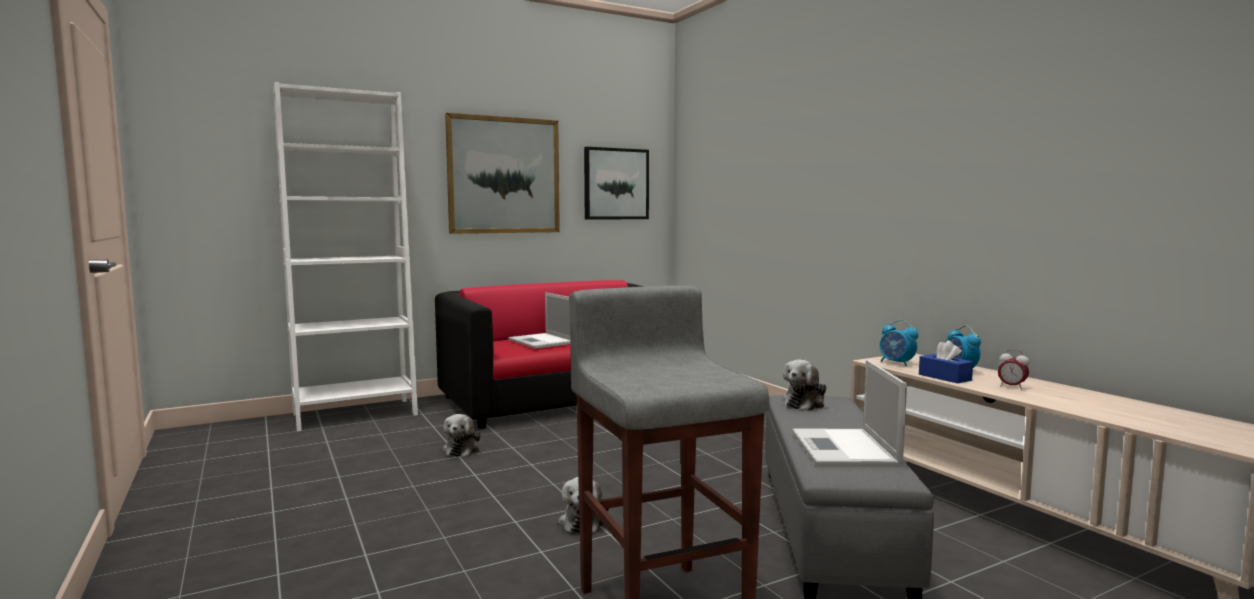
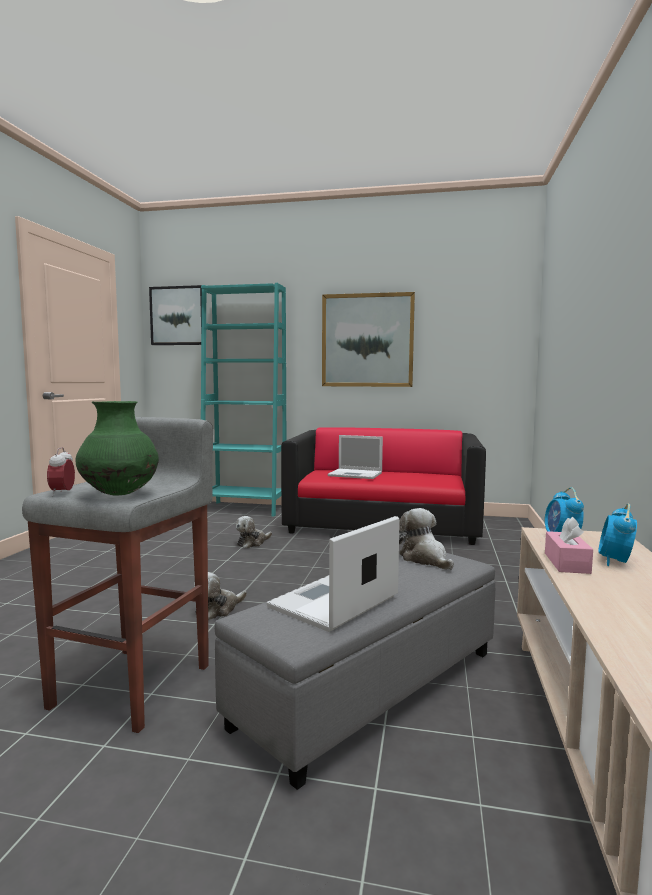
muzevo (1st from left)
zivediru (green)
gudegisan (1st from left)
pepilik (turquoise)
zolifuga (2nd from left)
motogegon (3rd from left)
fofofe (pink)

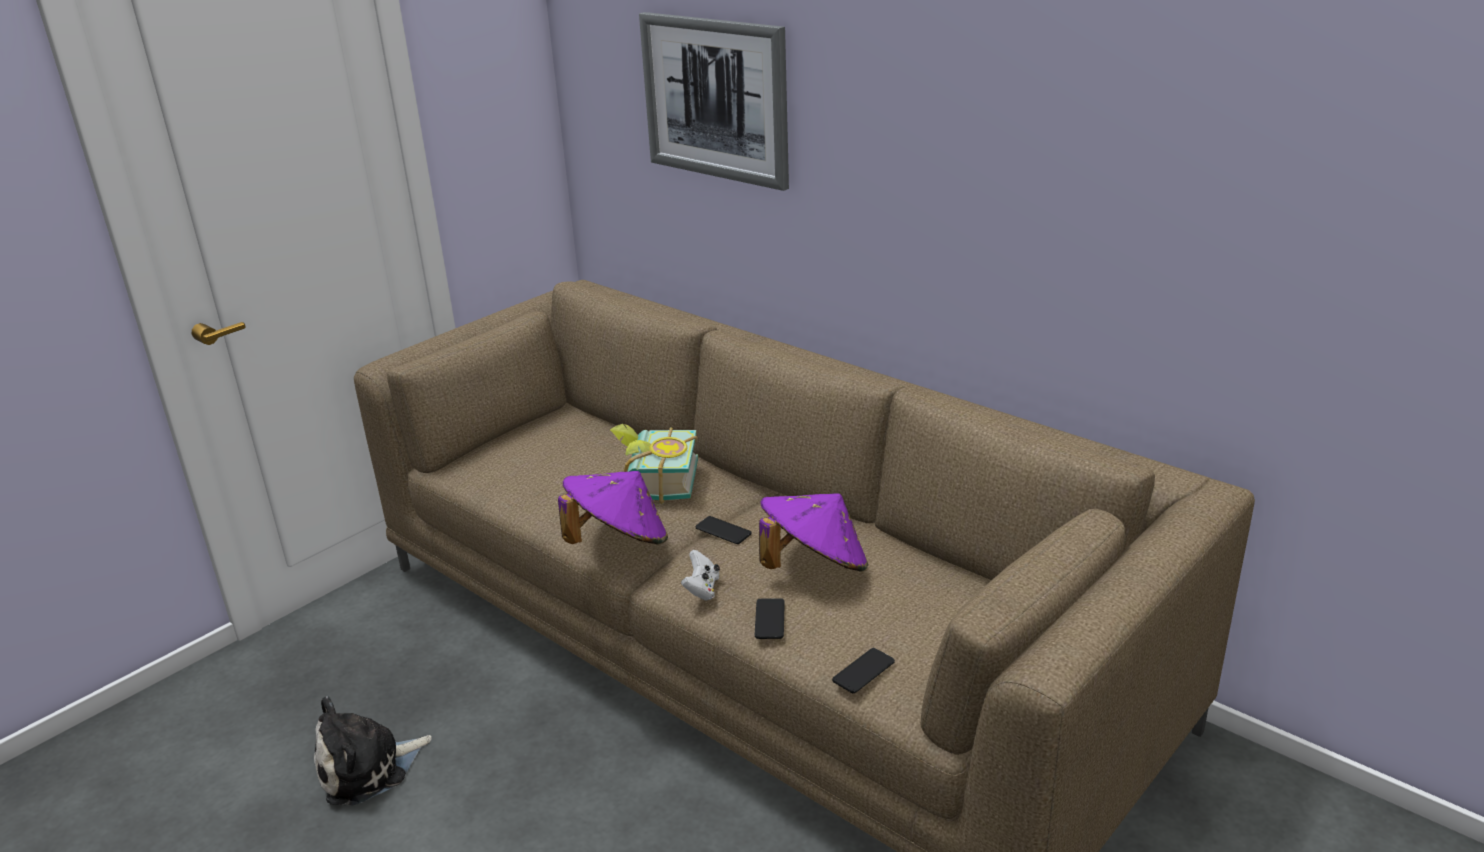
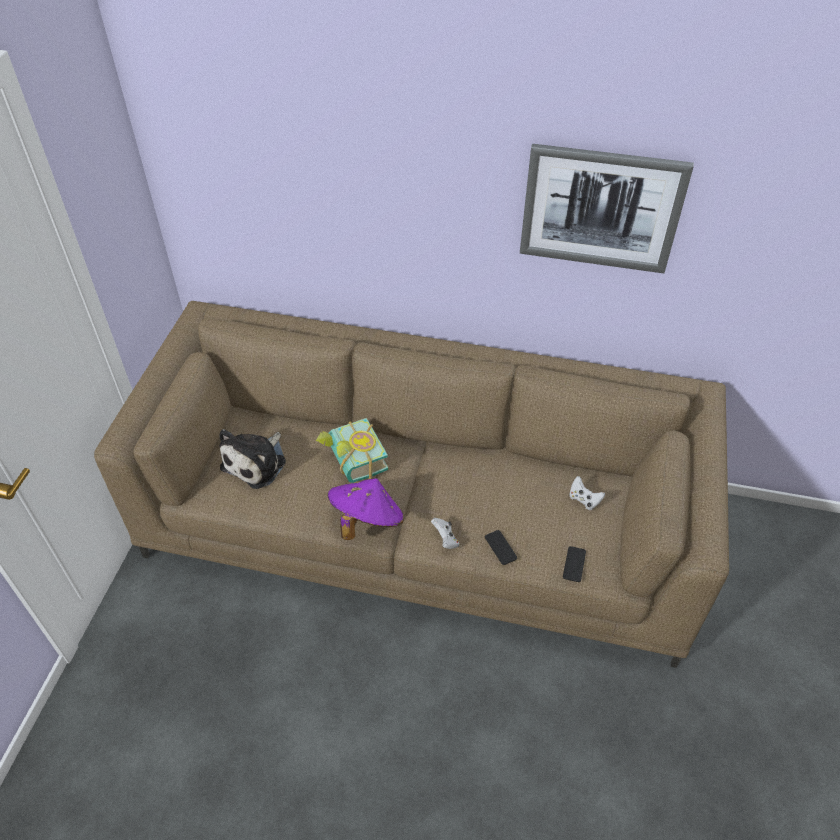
motogegon
gudegisan
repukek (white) (2nd from left)
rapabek (1st from left in the first image)
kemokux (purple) (2nd from left in the first image)

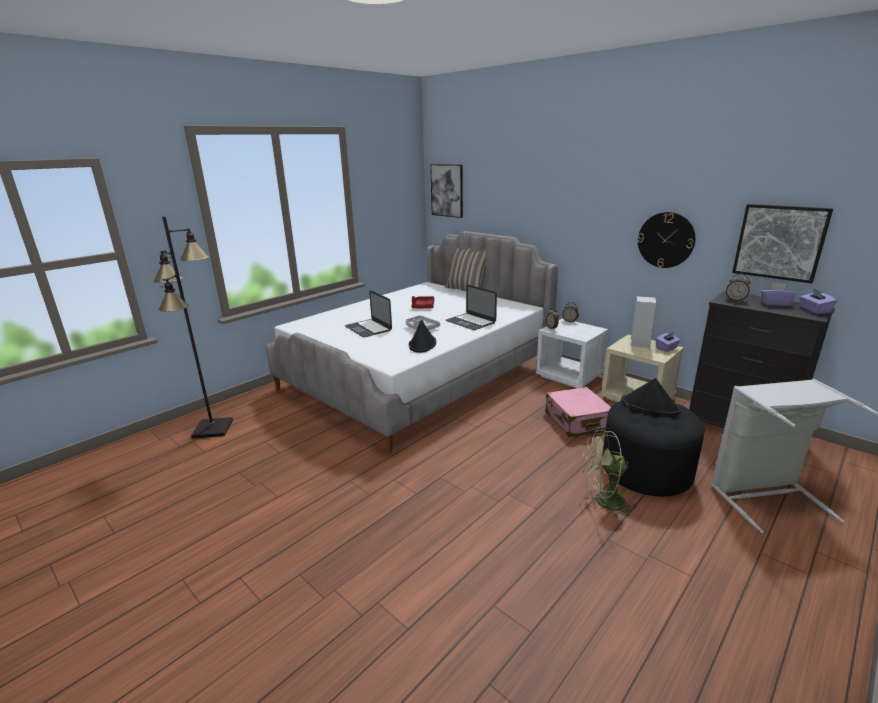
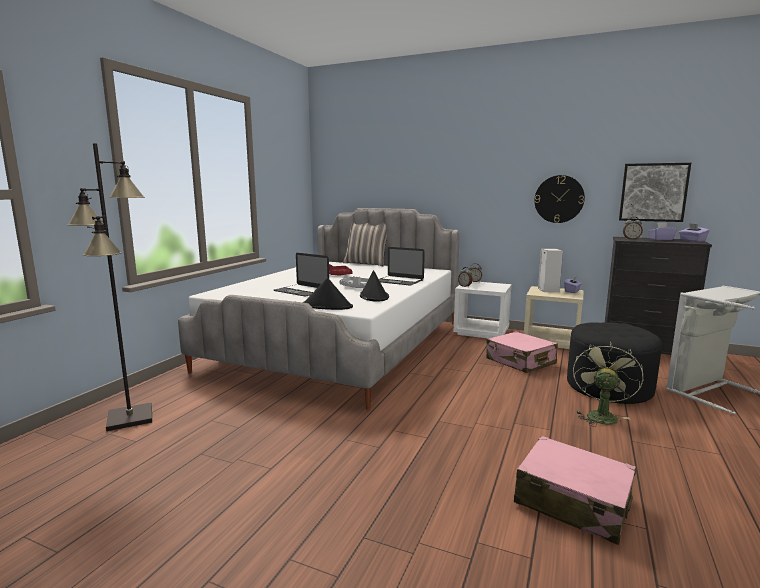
kemokux (black) (1st from left)
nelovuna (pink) (2nd from left)
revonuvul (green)
gudegisan (1st from left in the first image)

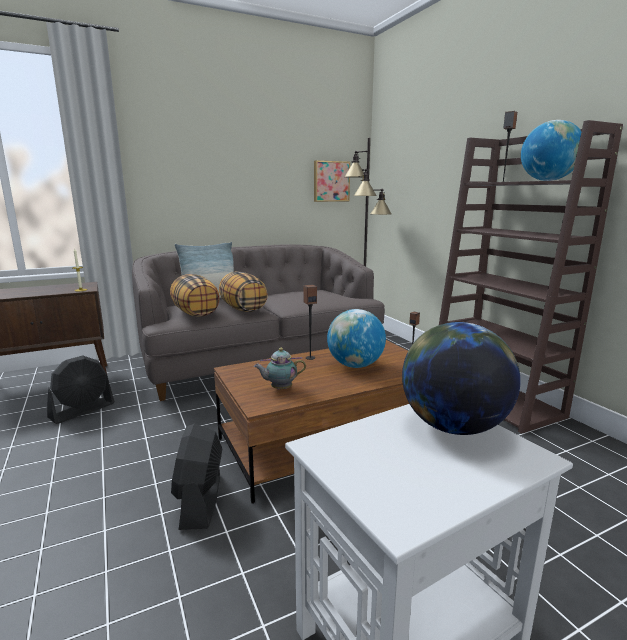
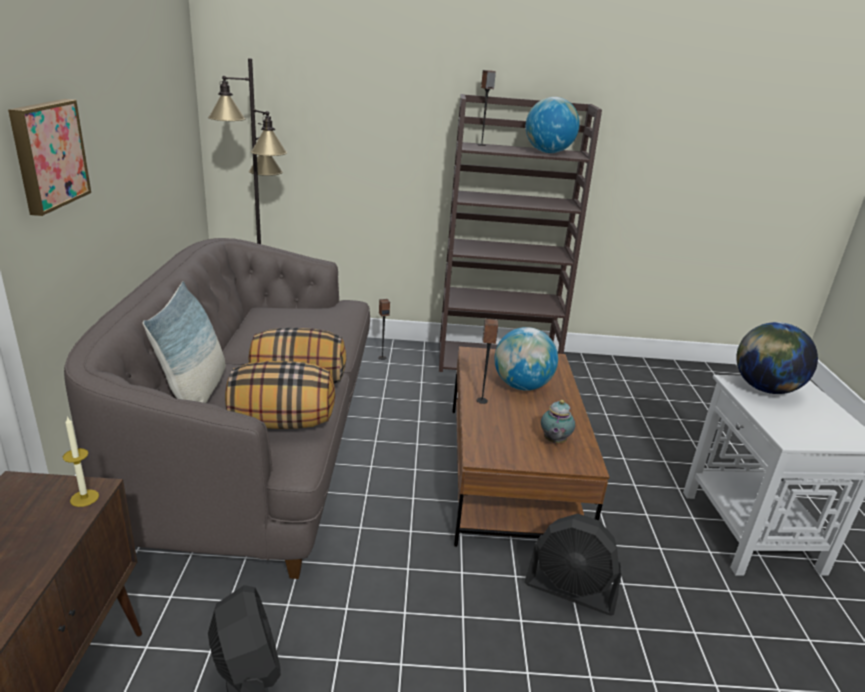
gudegisan

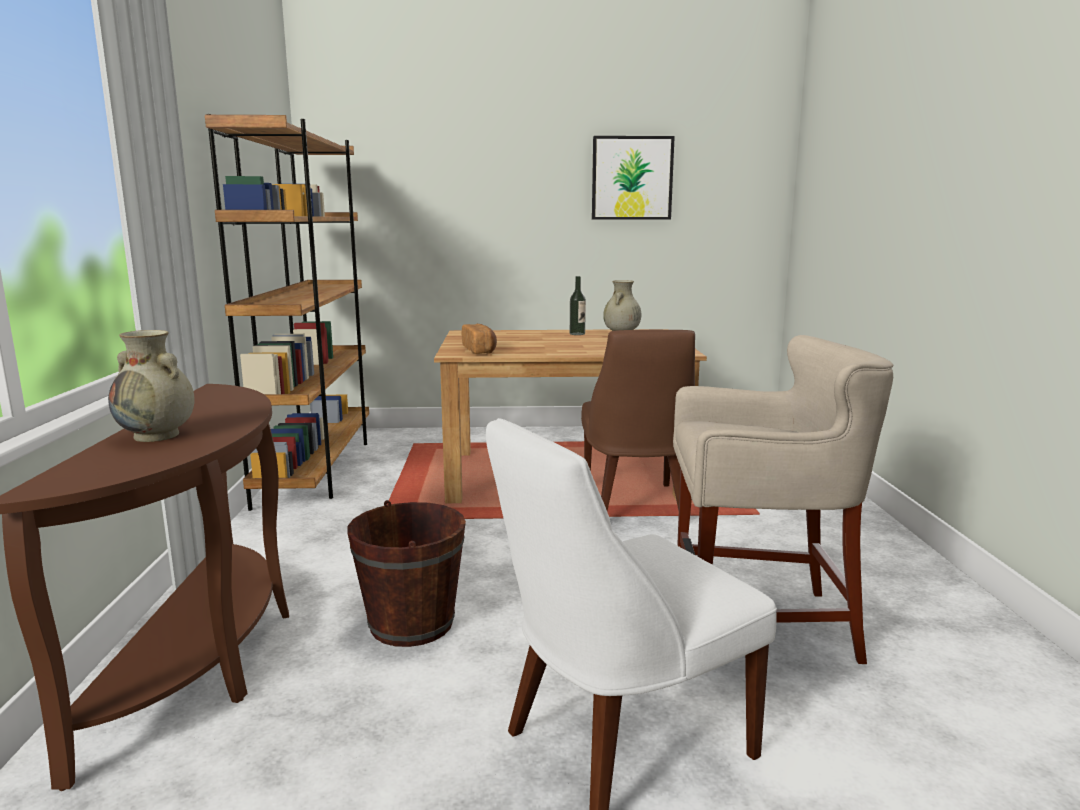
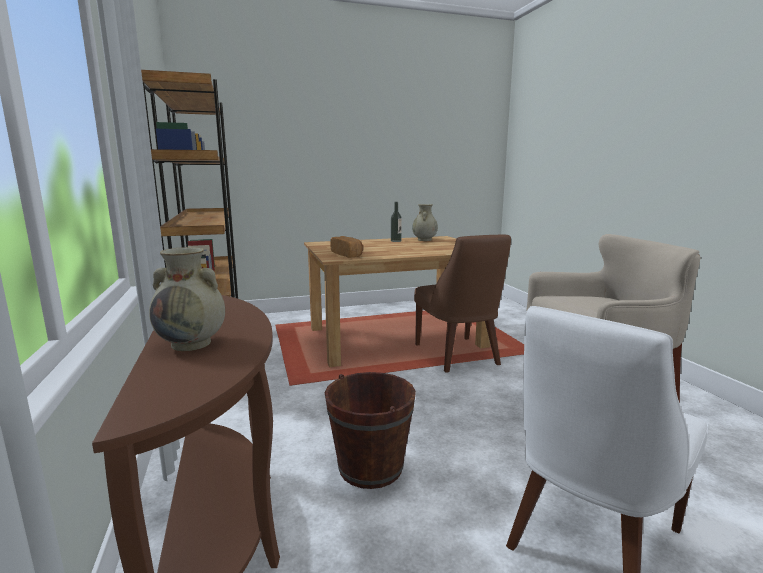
gudegisan

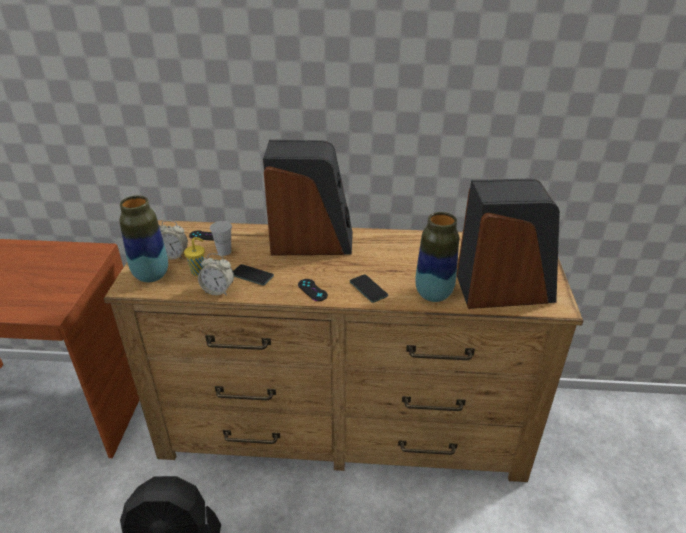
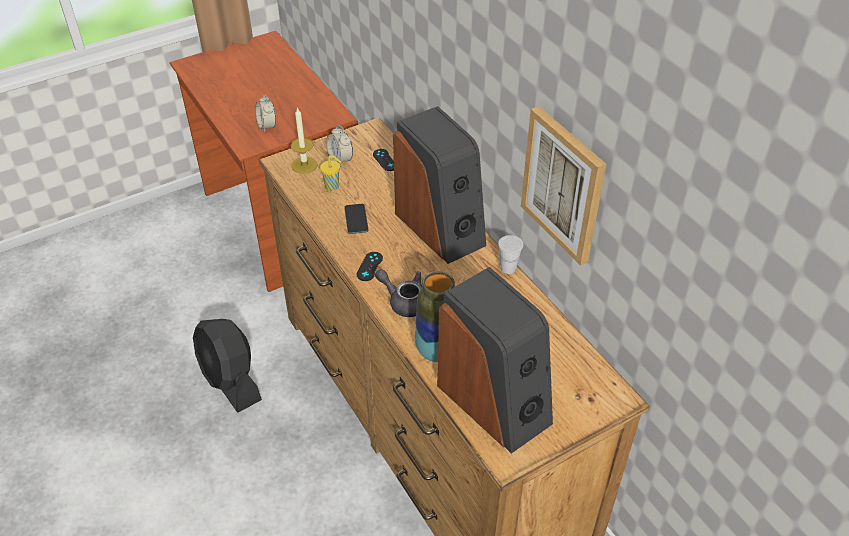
muzevo (1st from left)
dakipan
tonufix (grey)
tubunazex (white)
gudegisan

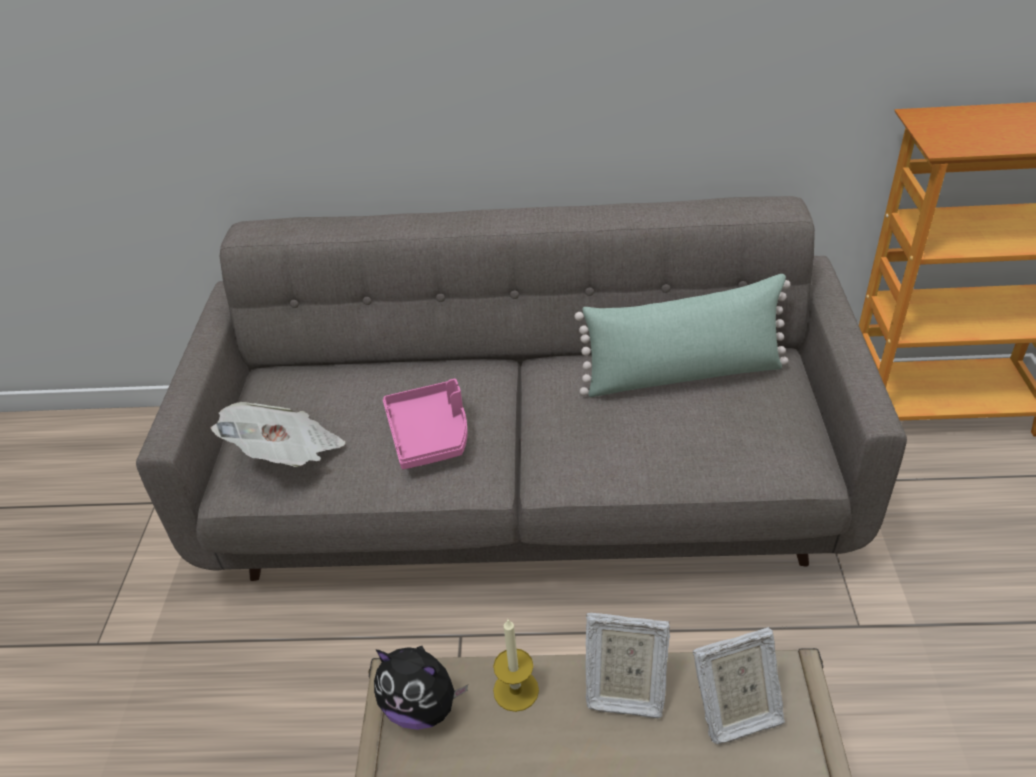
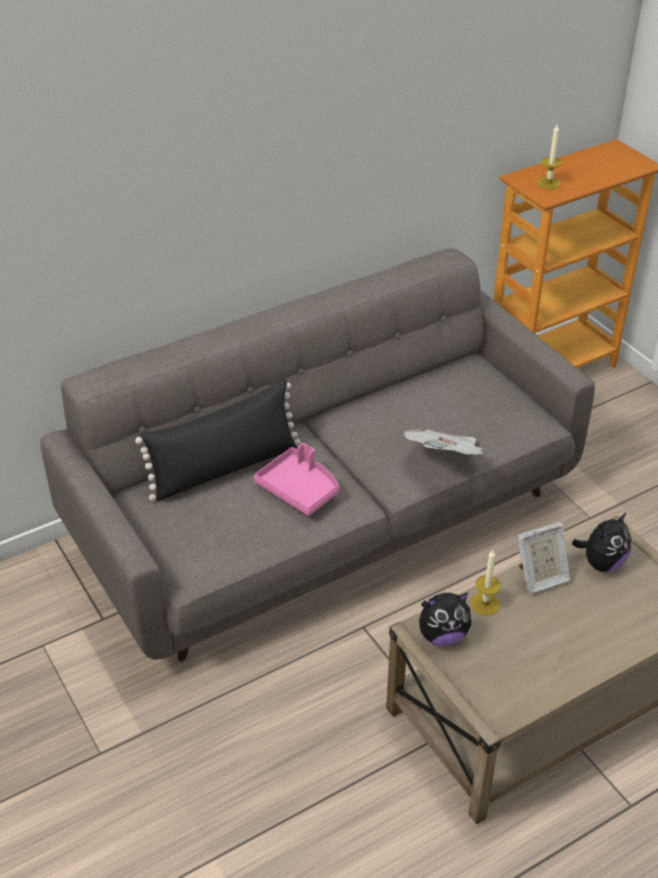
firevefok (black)
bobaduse
dakipan (2nd from left)
motogegon (2nd from left)
firevefok (green)

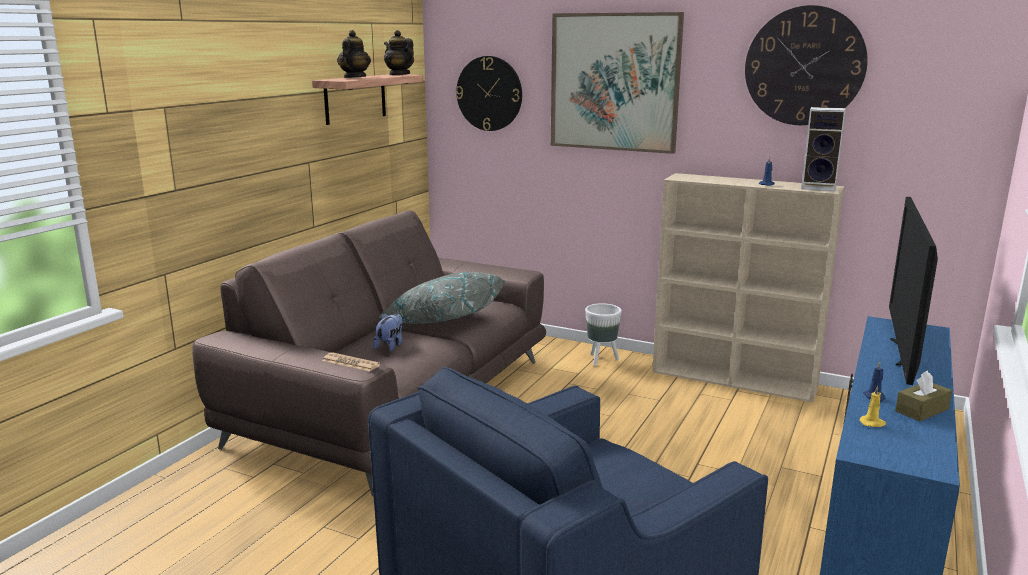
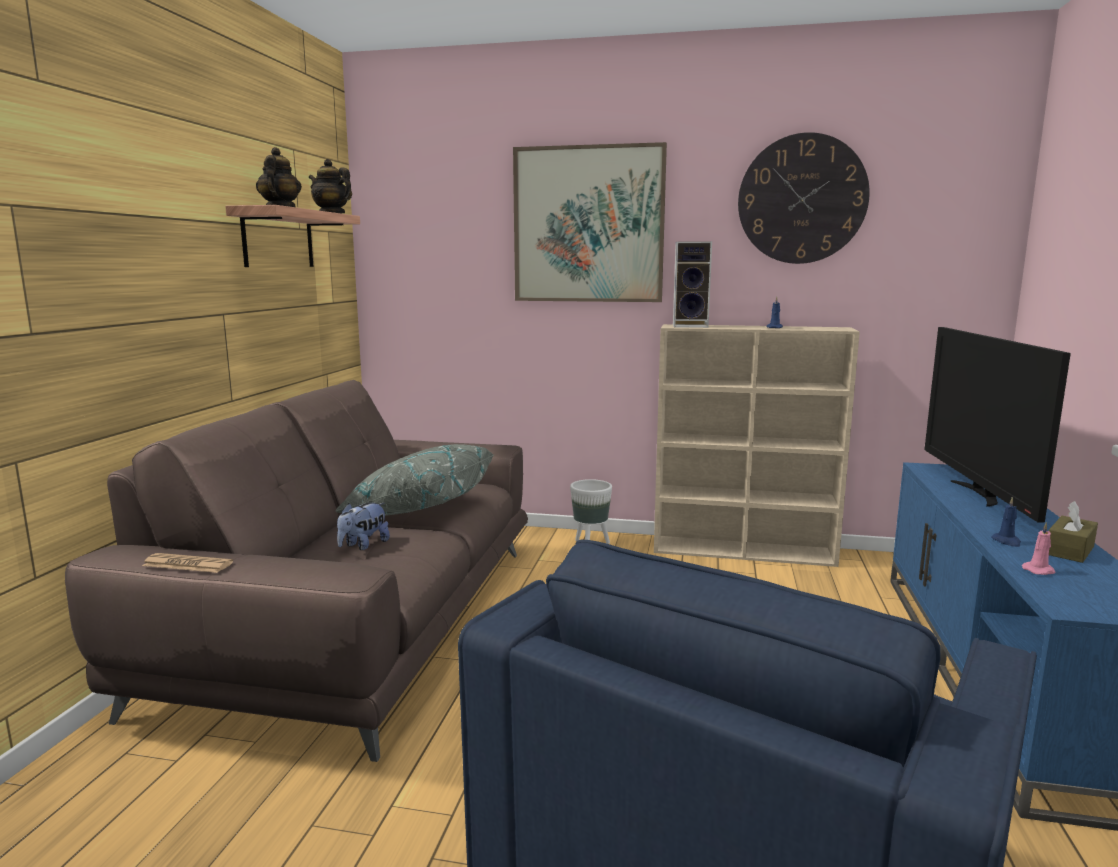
bobaduse
motogegon
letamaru
dakipan (pink)
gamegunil (1st from left in the first image)

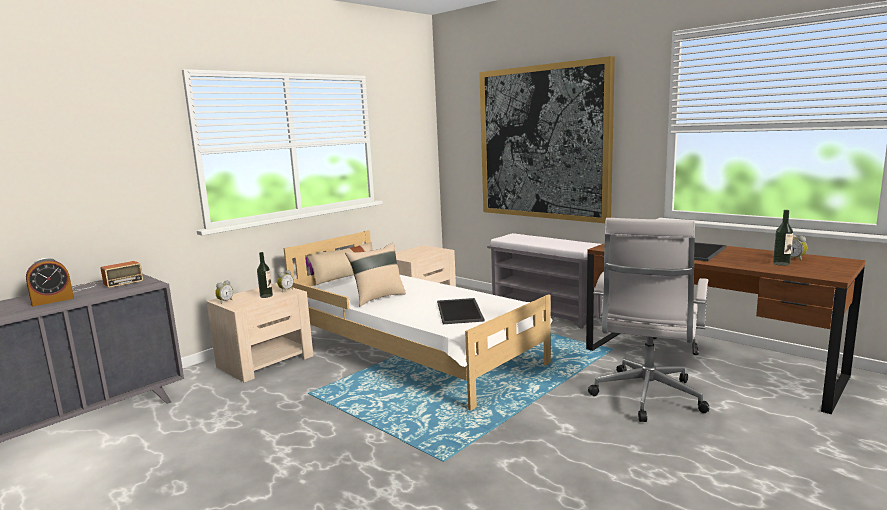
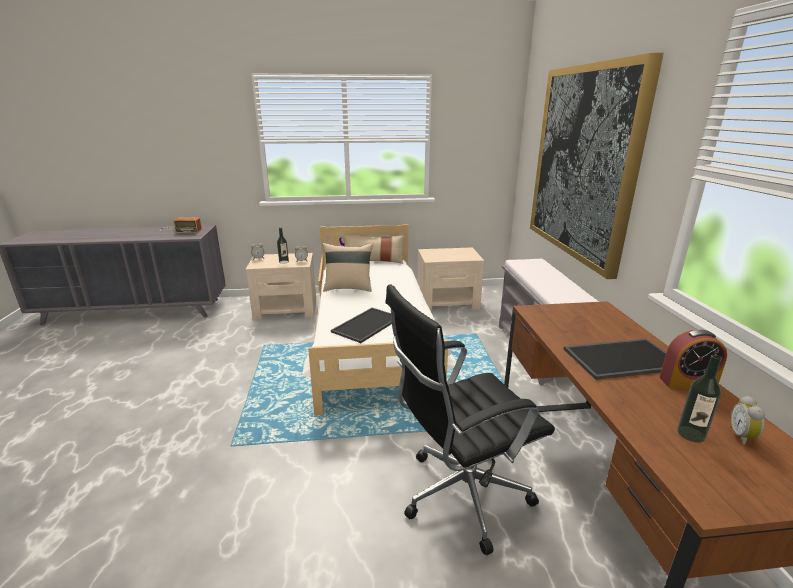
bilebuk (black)
muzevo (3rd from left)

